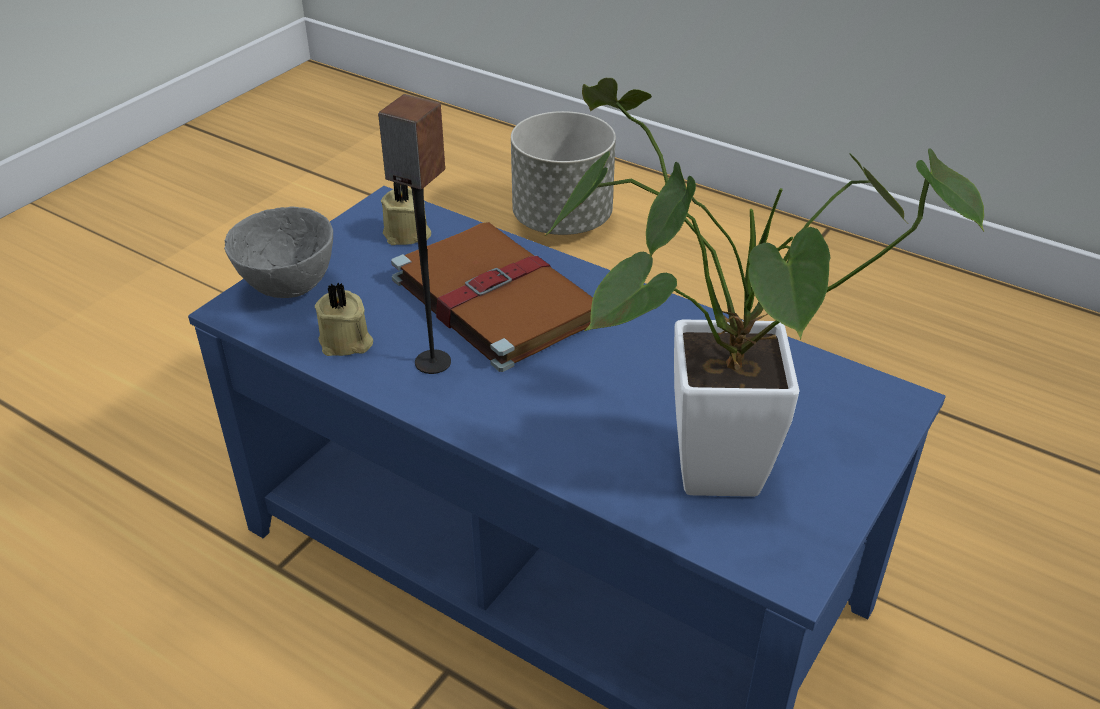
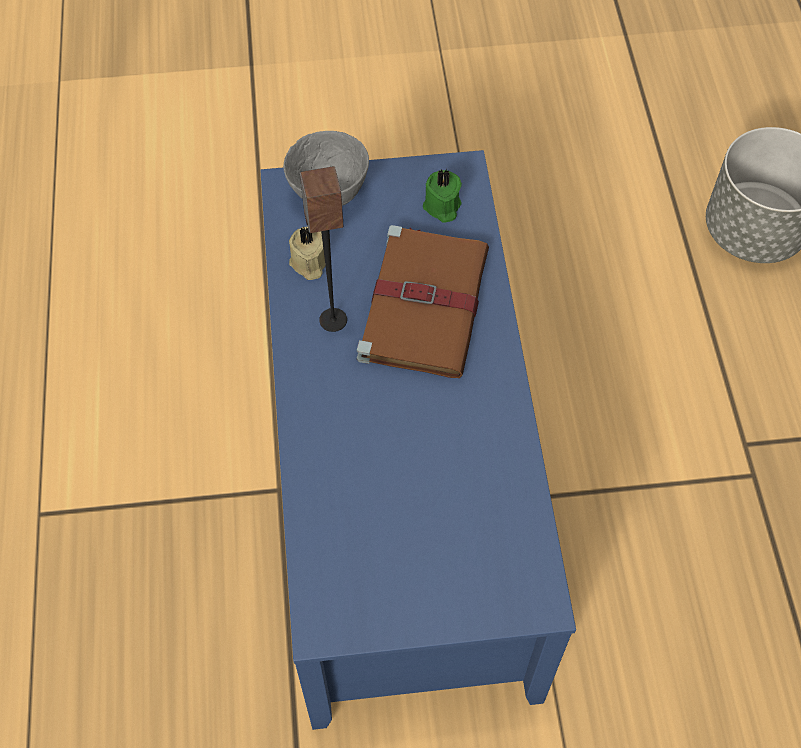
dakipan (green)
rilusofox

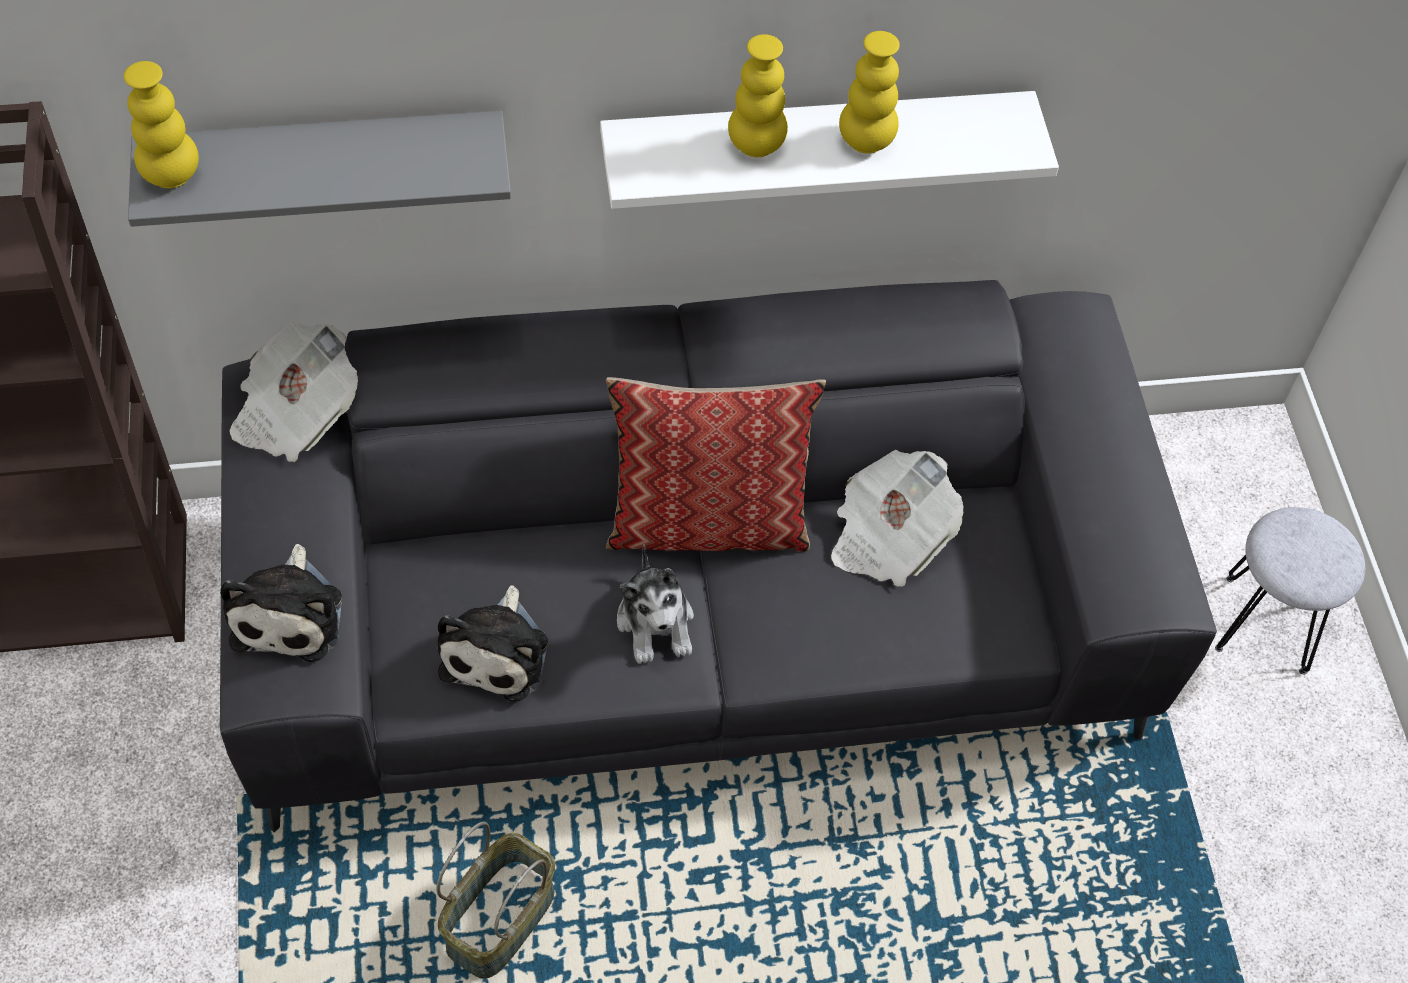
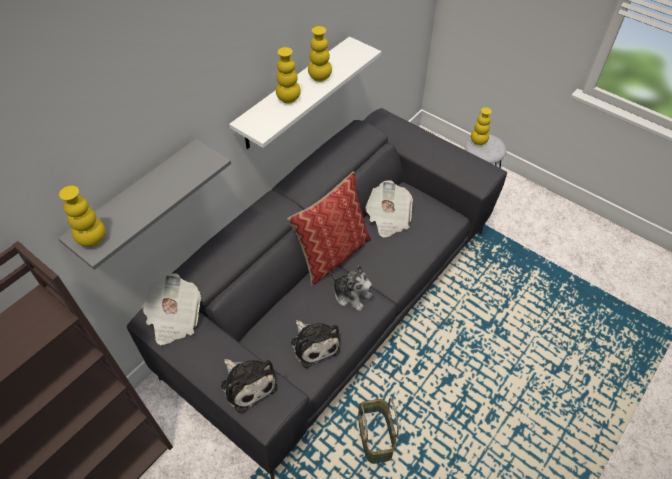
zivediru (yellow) (4th from left)

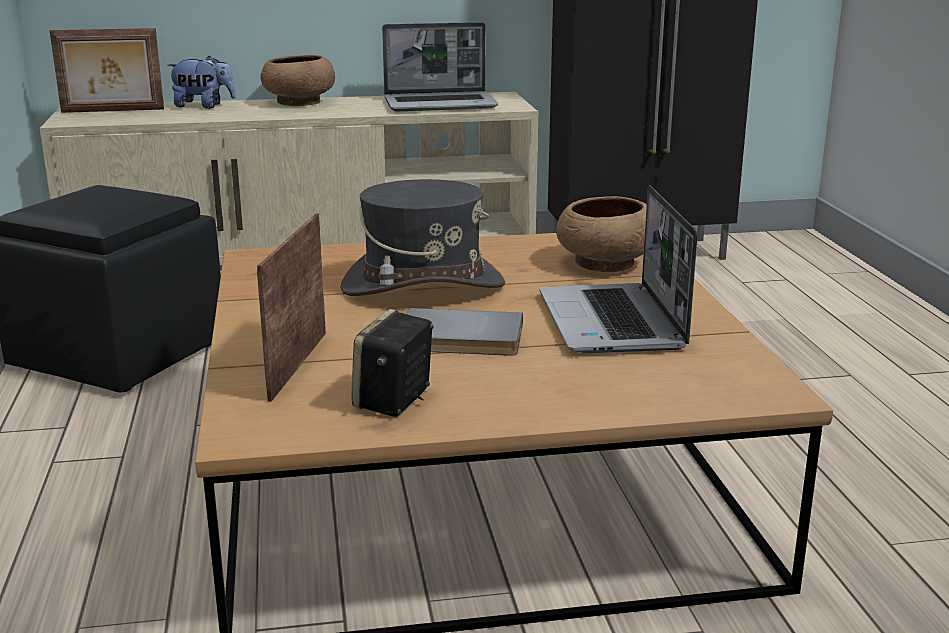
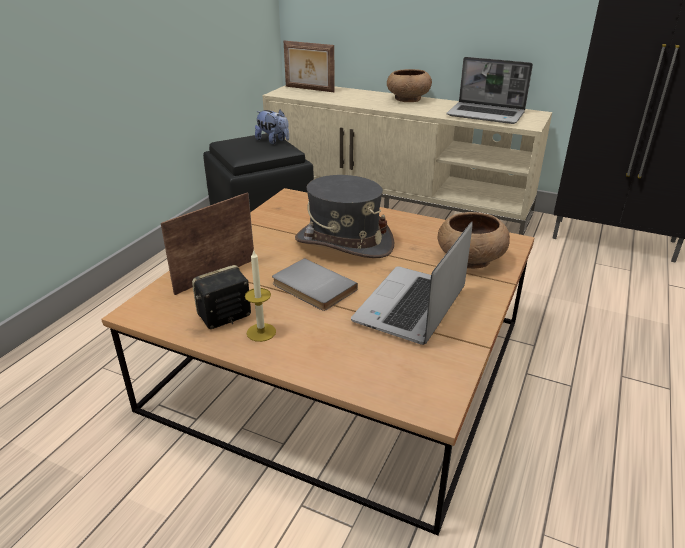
dakipan
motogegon

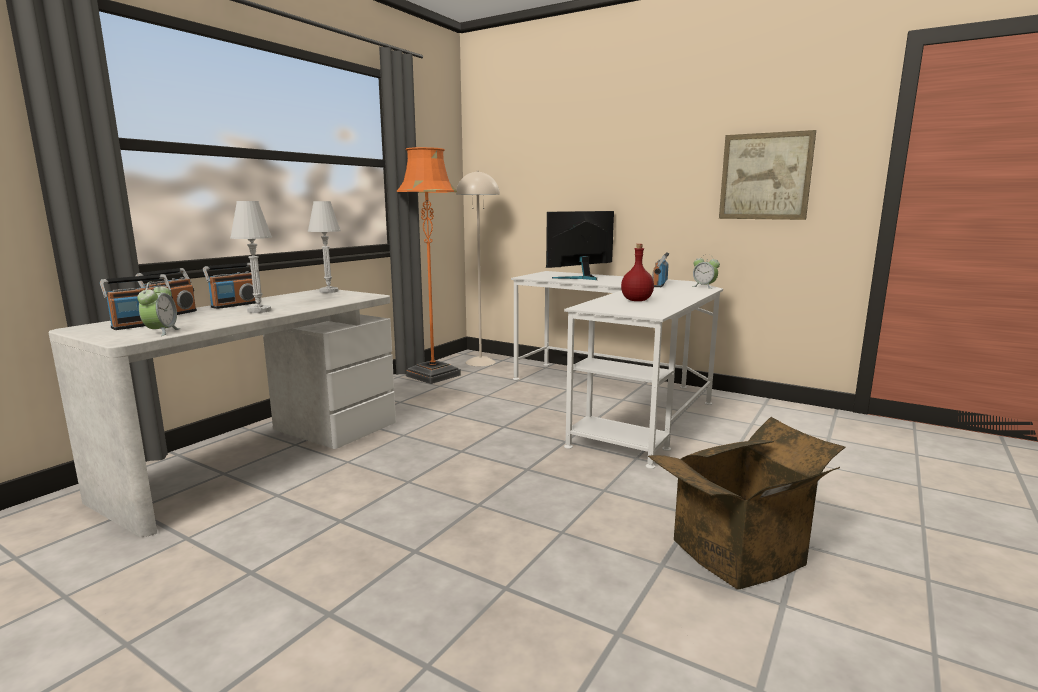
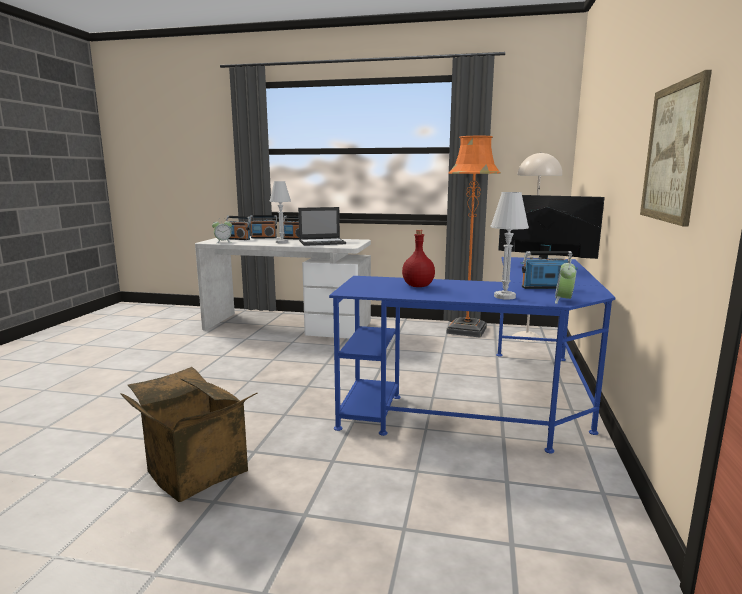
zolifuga
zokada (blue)
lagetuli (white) (2nd from left)

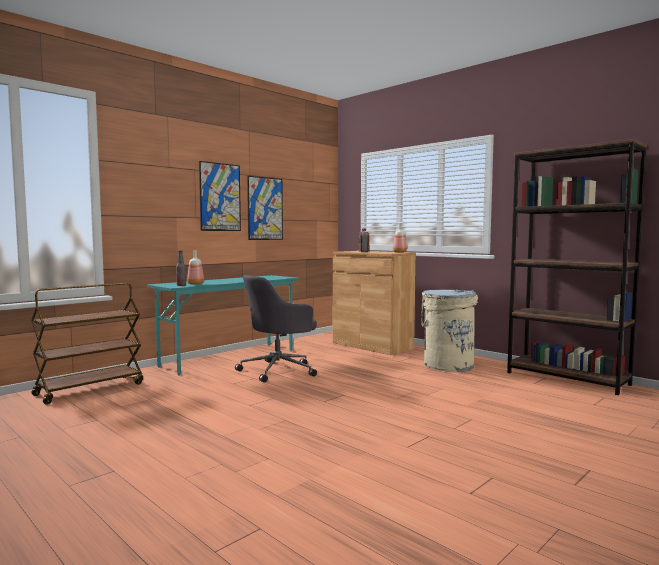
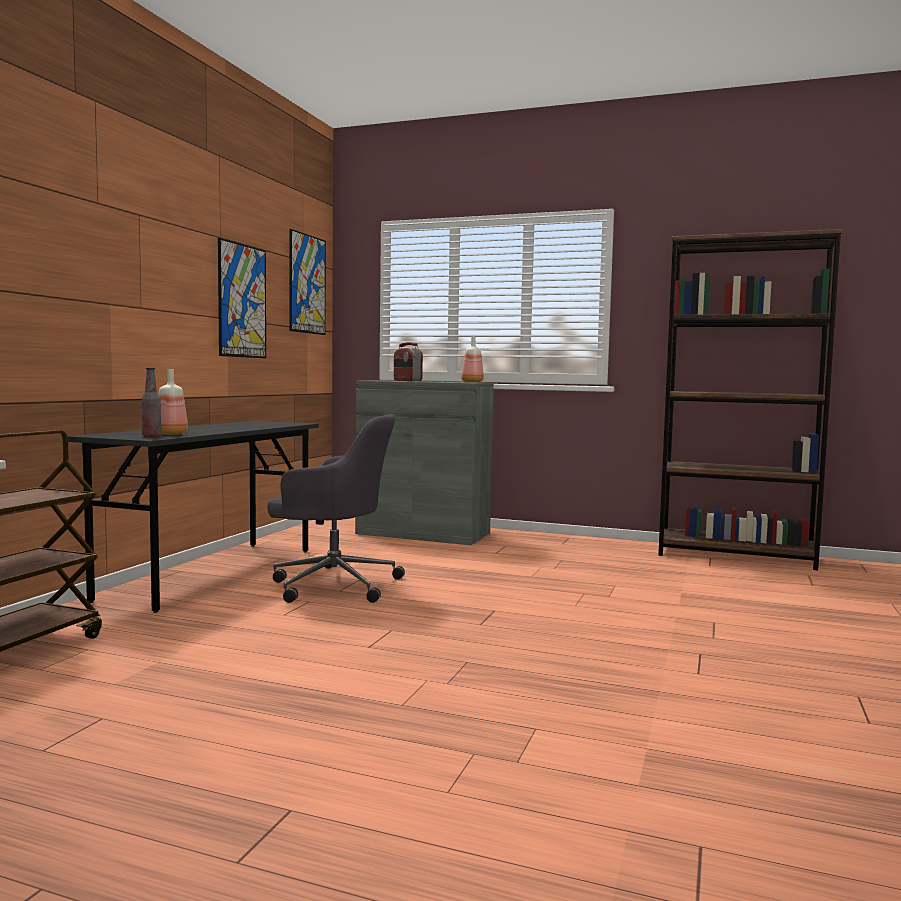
zokada (grey)
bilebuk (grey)
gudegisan (2nd from left)
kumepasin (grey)
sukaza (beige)

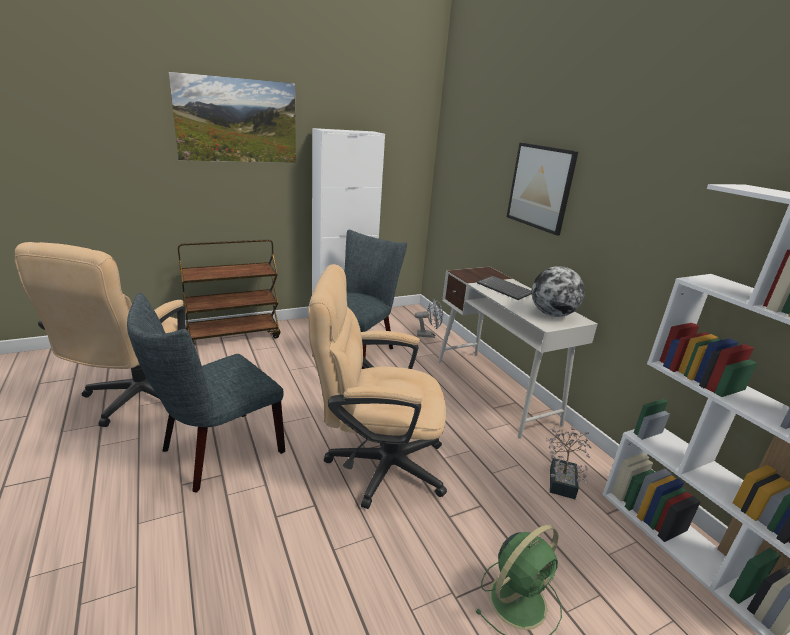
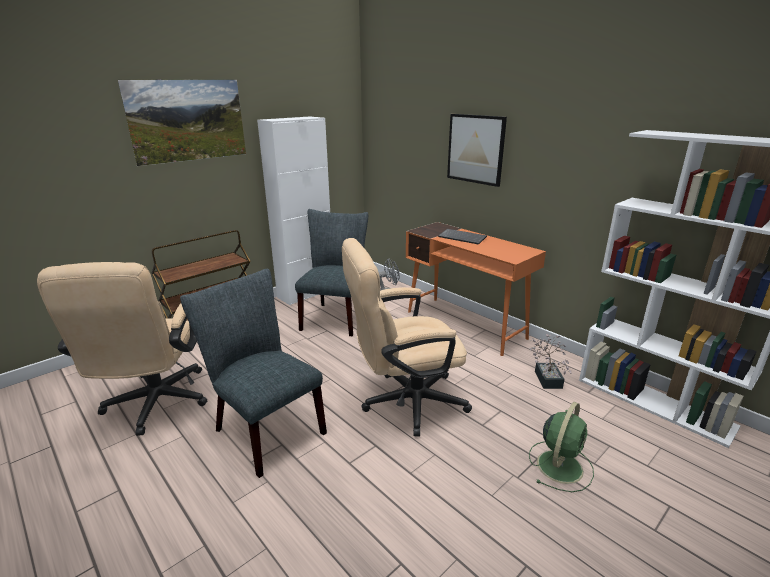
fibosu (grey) (1st from left)
zokada (orange)
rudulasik

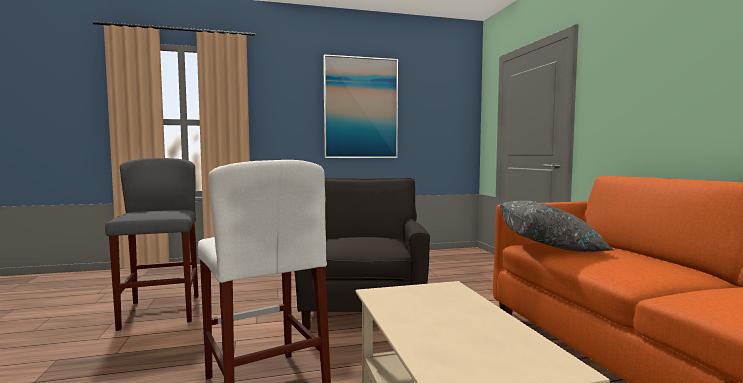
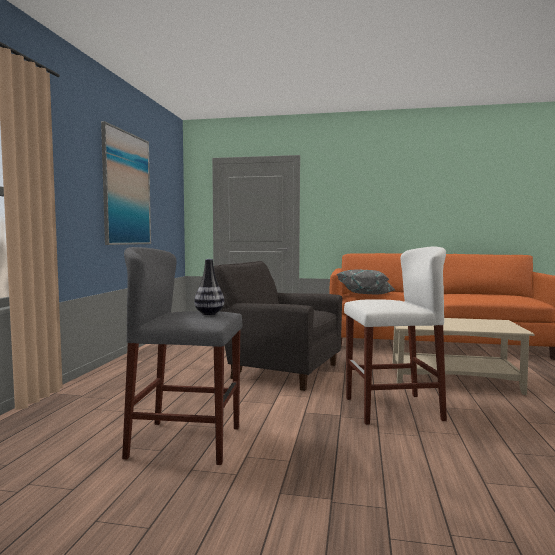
zivediru

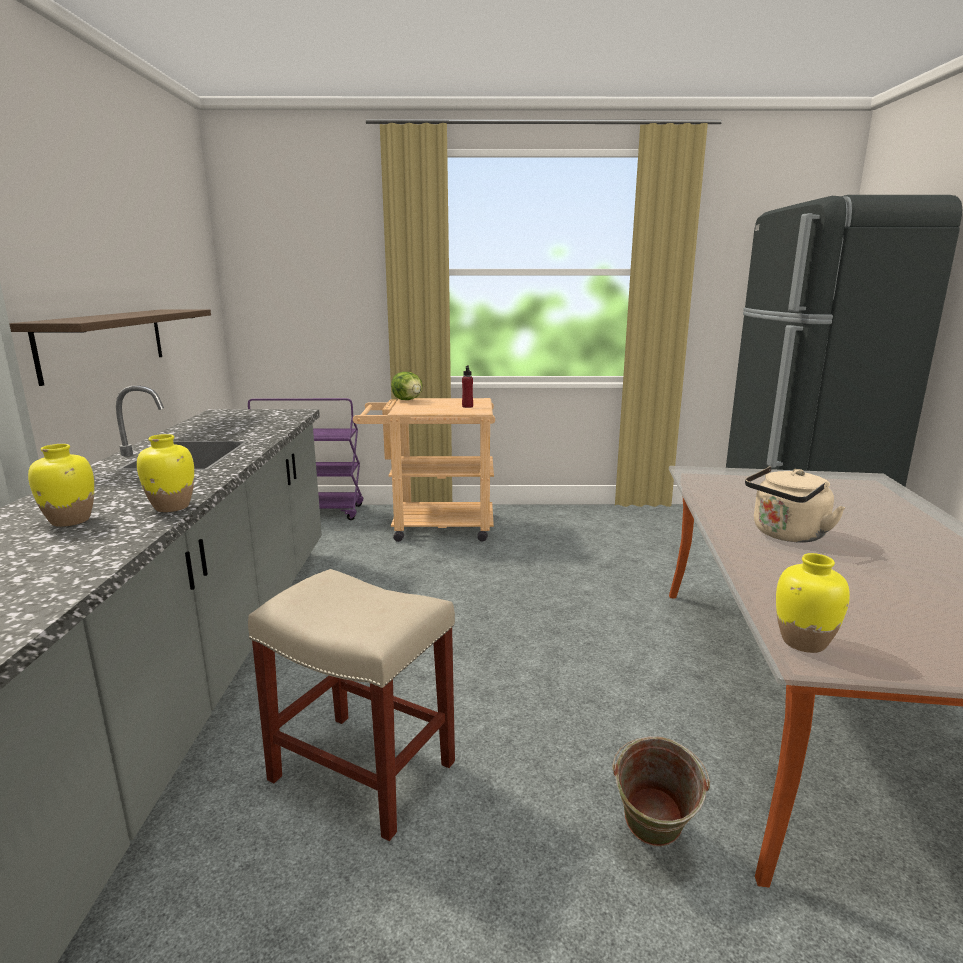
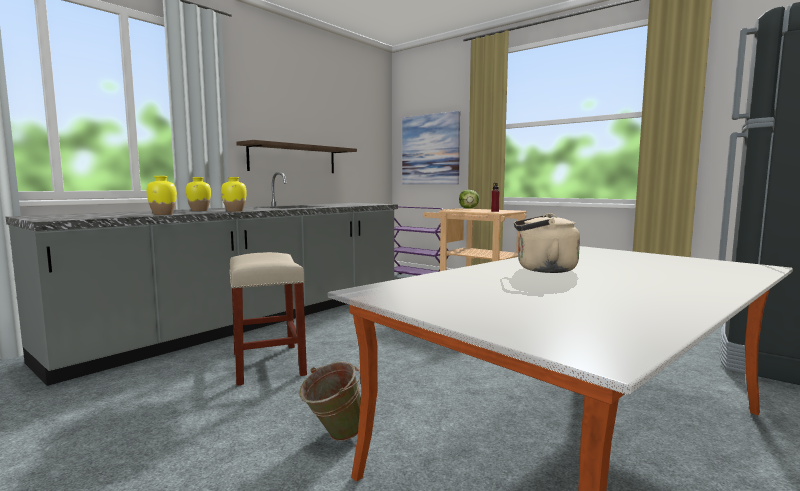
zivediru (yellow) (1st from left)
gudegisan

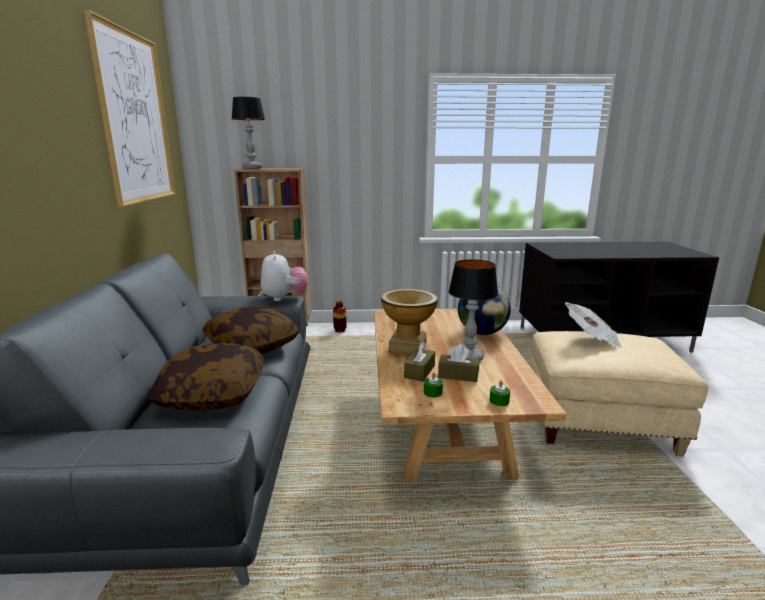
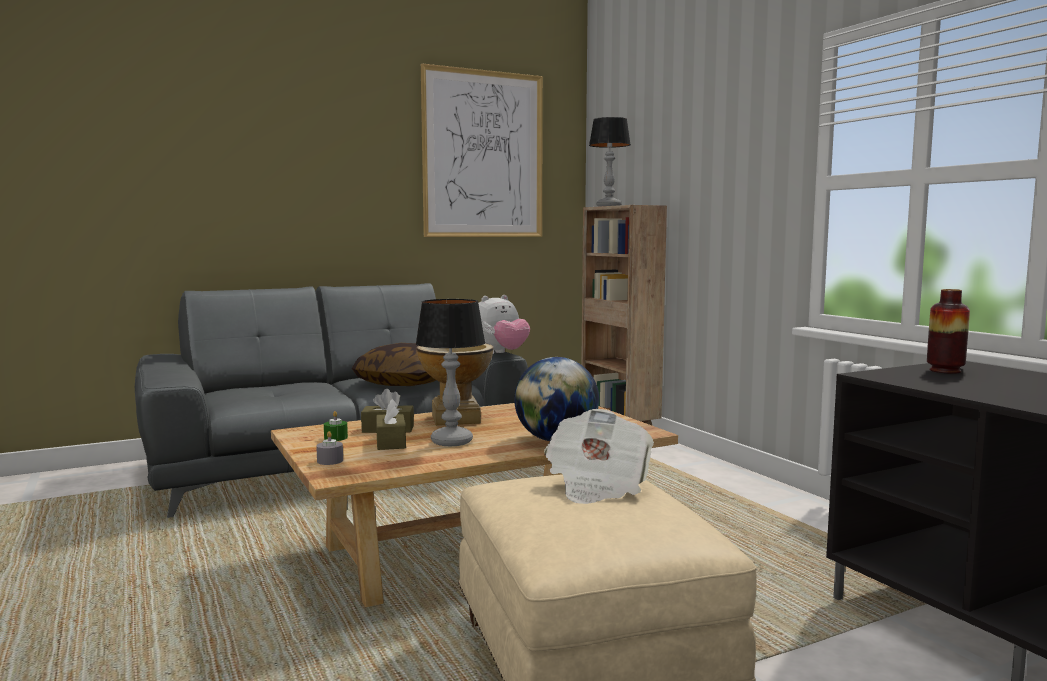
dakipan (grey)
zivediru (2nd from left)
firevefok (1st from left in the first image)

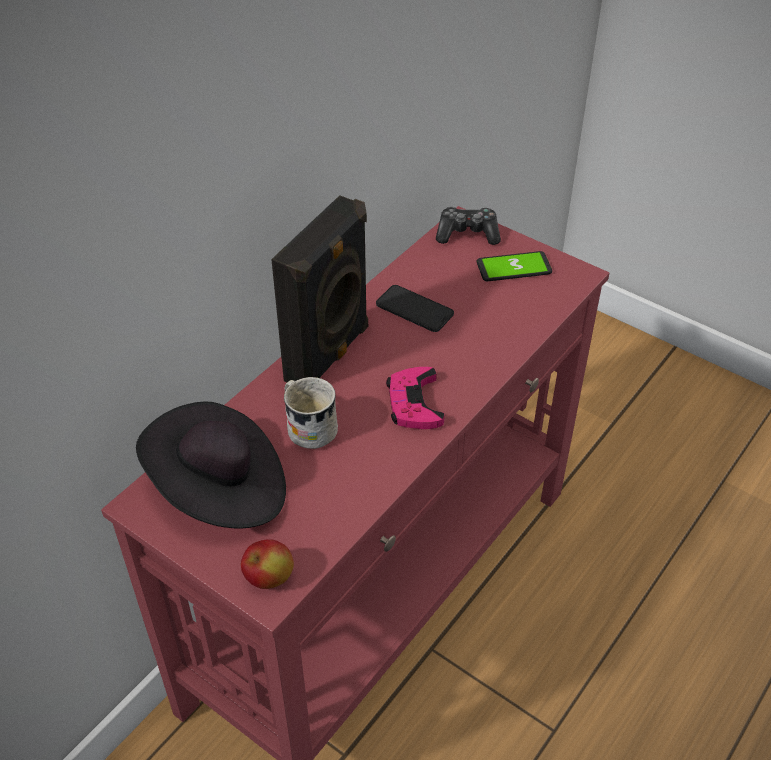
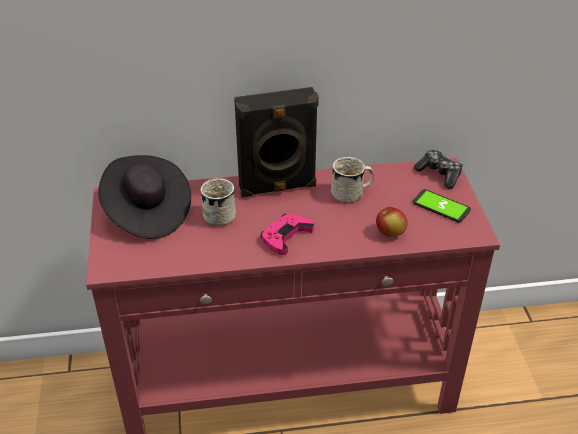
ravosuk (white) (2nd from left)
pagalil

